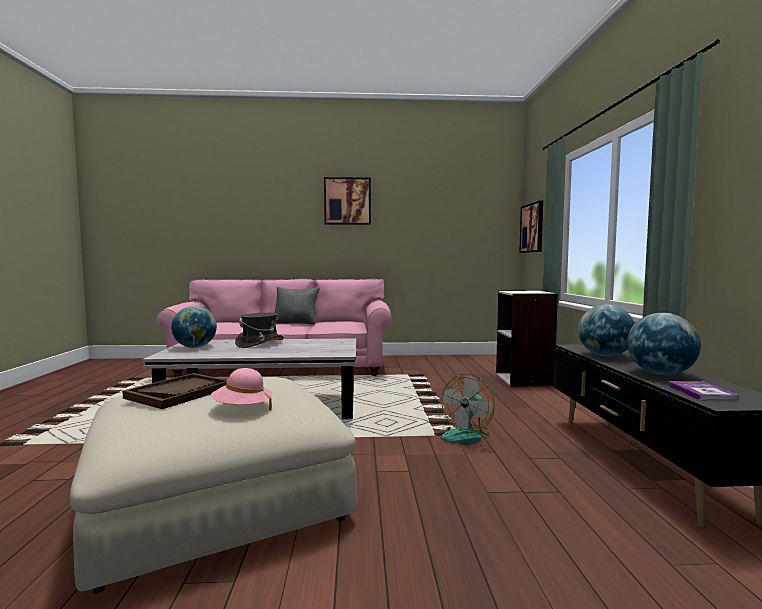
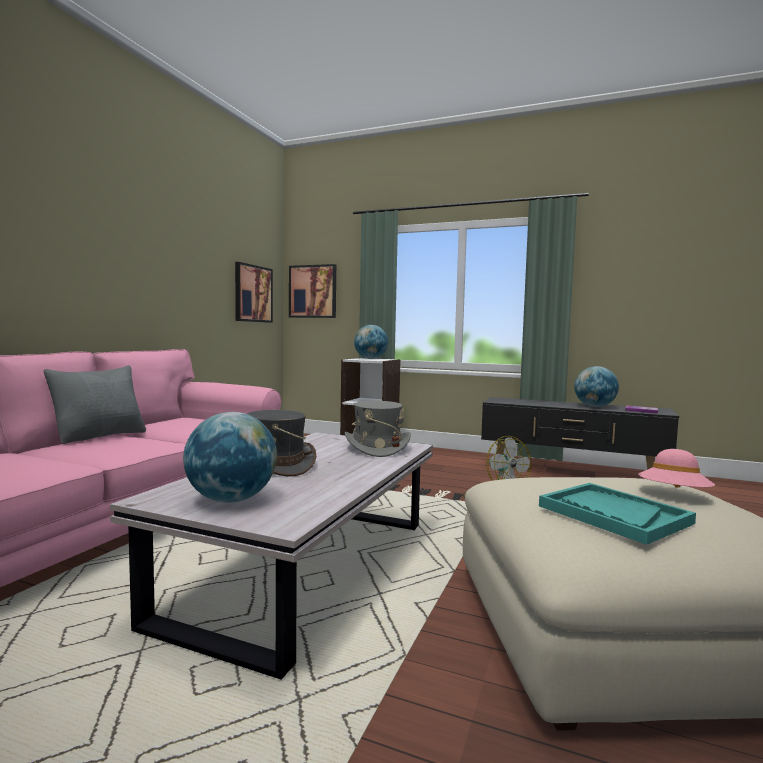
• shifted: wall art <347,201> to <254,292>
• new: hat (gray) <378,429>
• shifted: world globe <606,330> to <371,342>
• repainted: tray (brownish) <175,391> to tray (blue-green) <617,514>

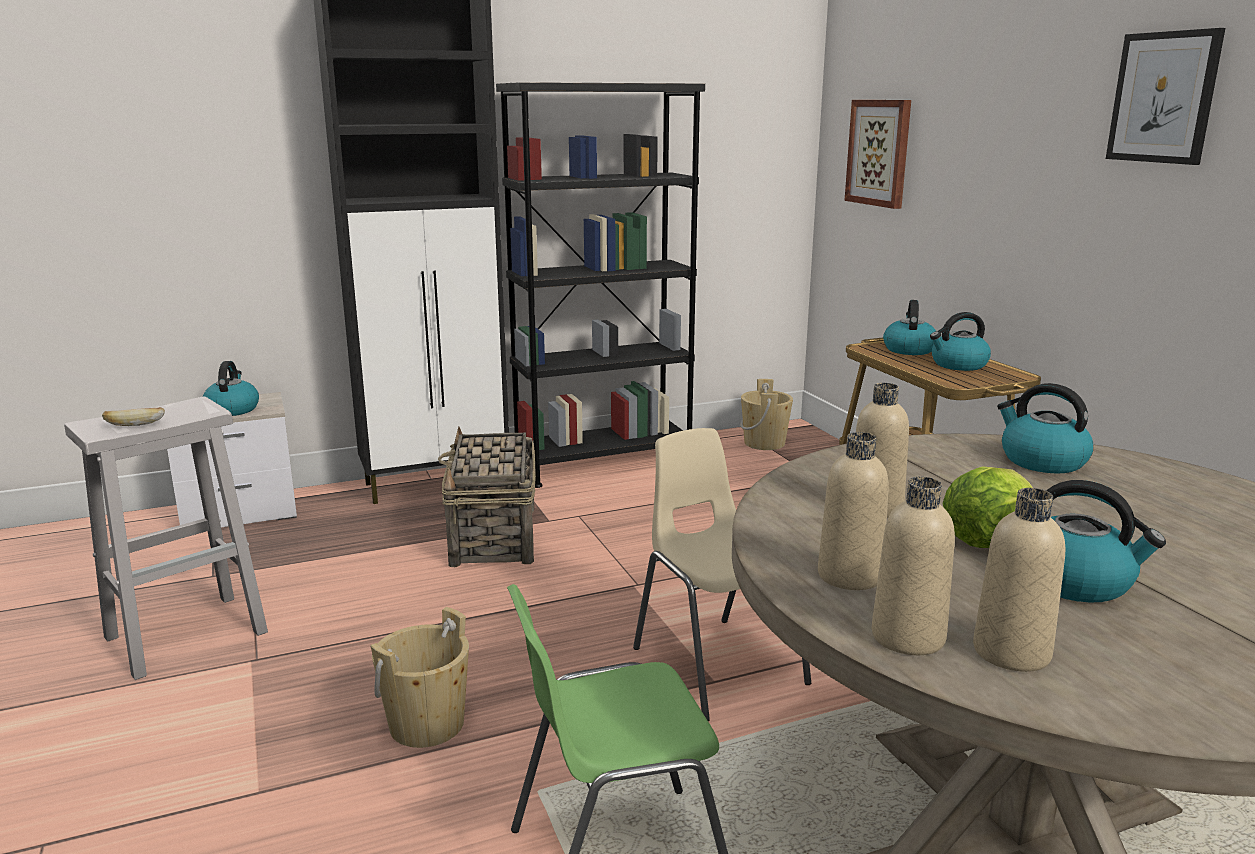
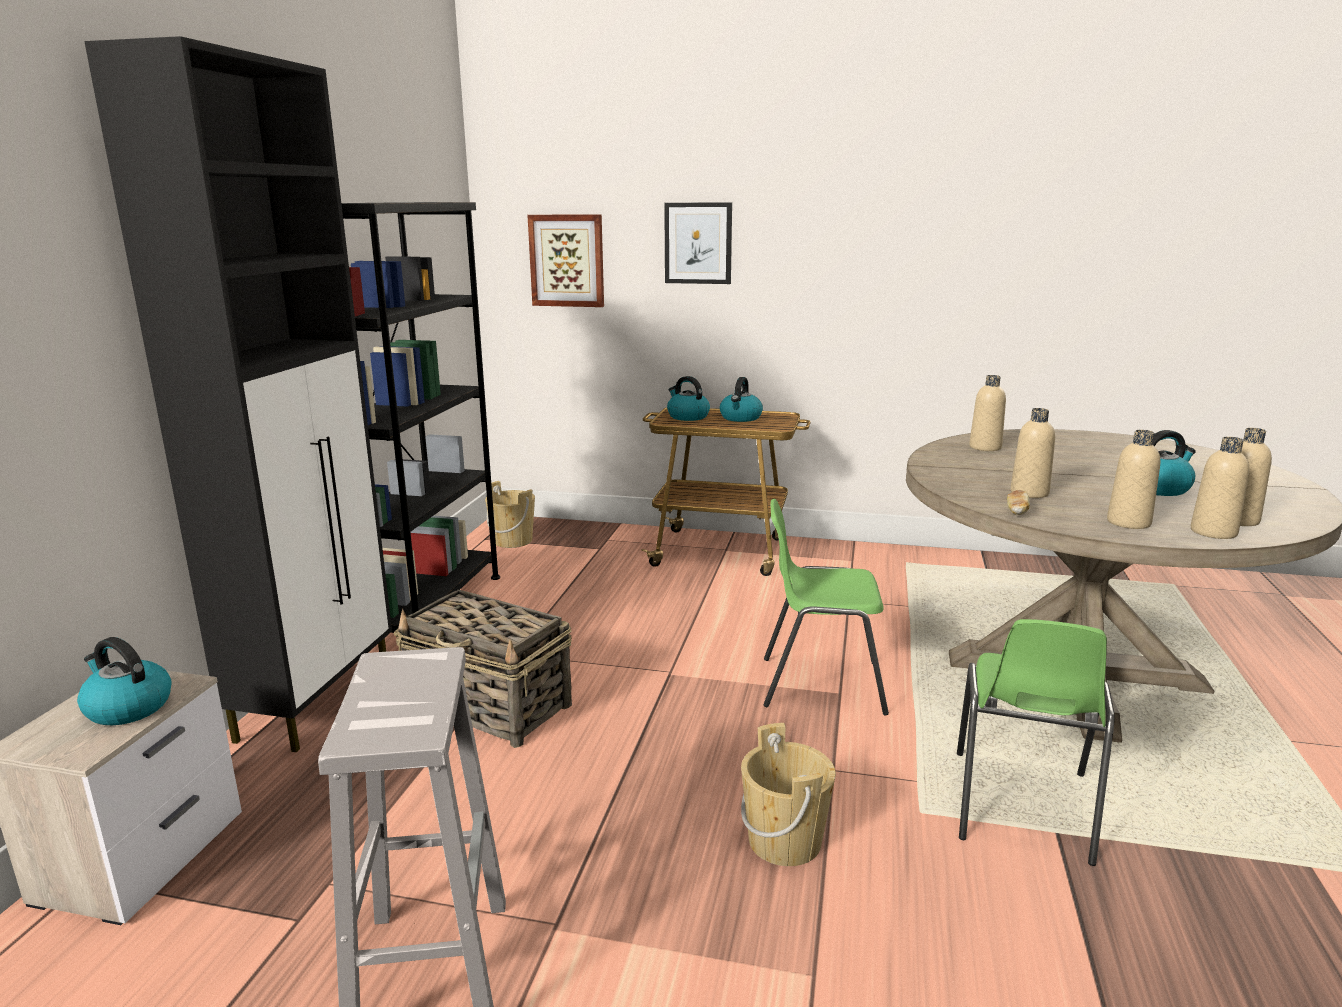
• shifted: wall art <1165,96> to <698,243>
• repainted: plain chair (beige) <722,574> to plain chair (green) <826,607>
• swapped: tea kettle <1045,428> to beverage bottle (beige) <987,413>
• shifted: bakery bread <133,416> to <1018,502>
• gone: lettuce <987,507>

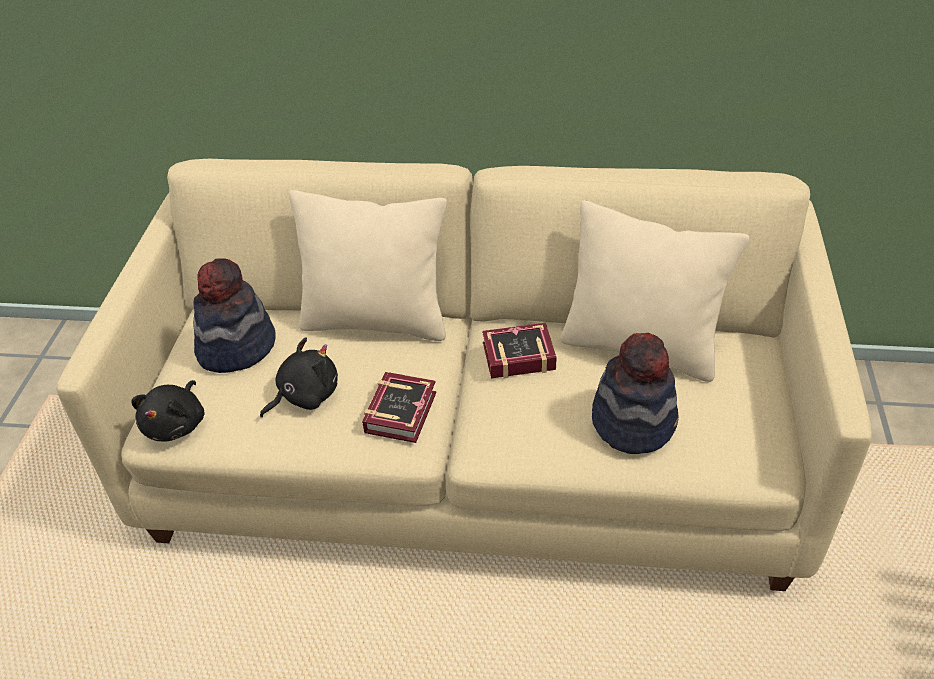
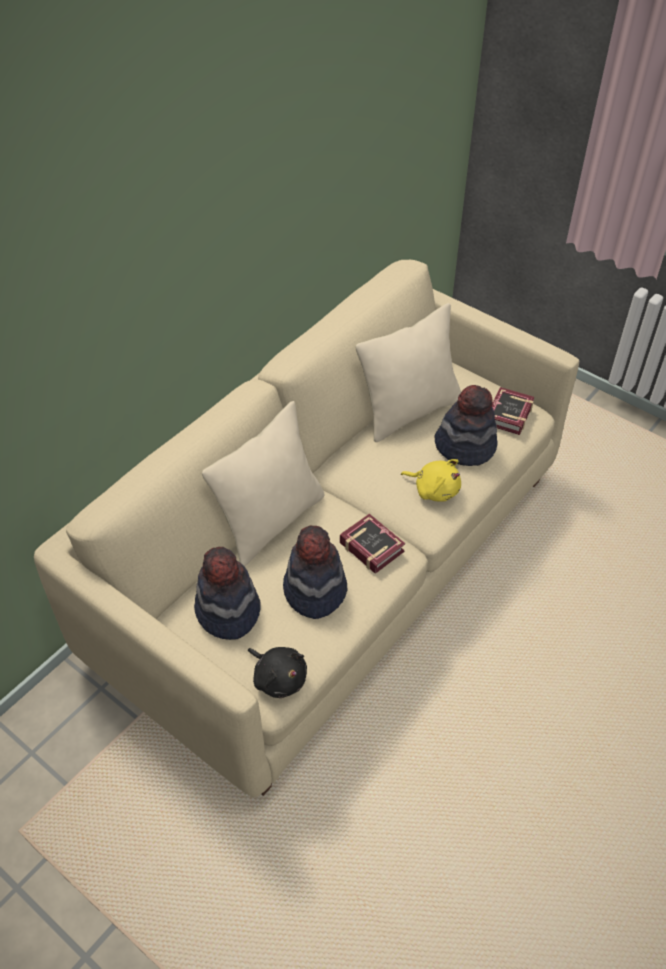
• swapped: plush toy (black-coloured) <299,377> to hat <315,572>
• new: plush toy (yellow) <431,480>
• shifted: bound book <519,351> to <513,411>

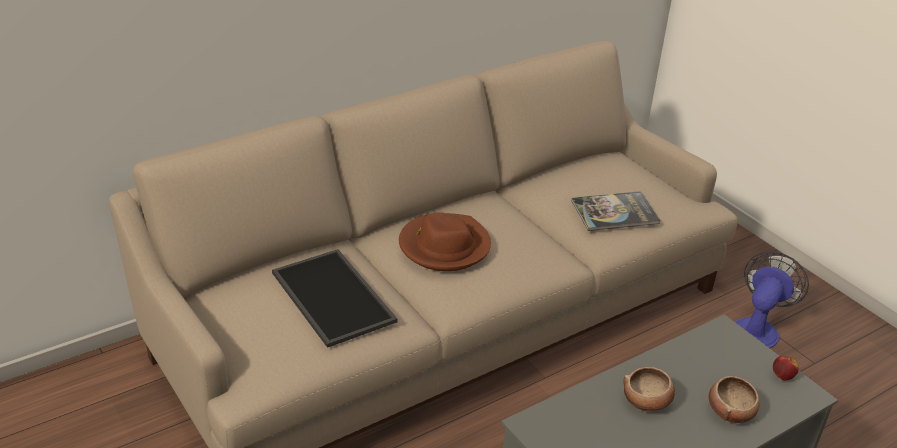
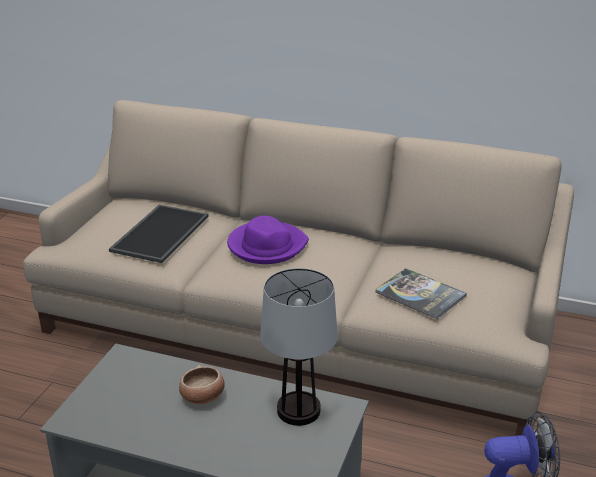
• repainted: hat (brownish) <445,242> to hat (purple) <268,240>
• new: tabletop lamp <299,347>
• gone: bowl <734,399>
• gone: apple <786,368>

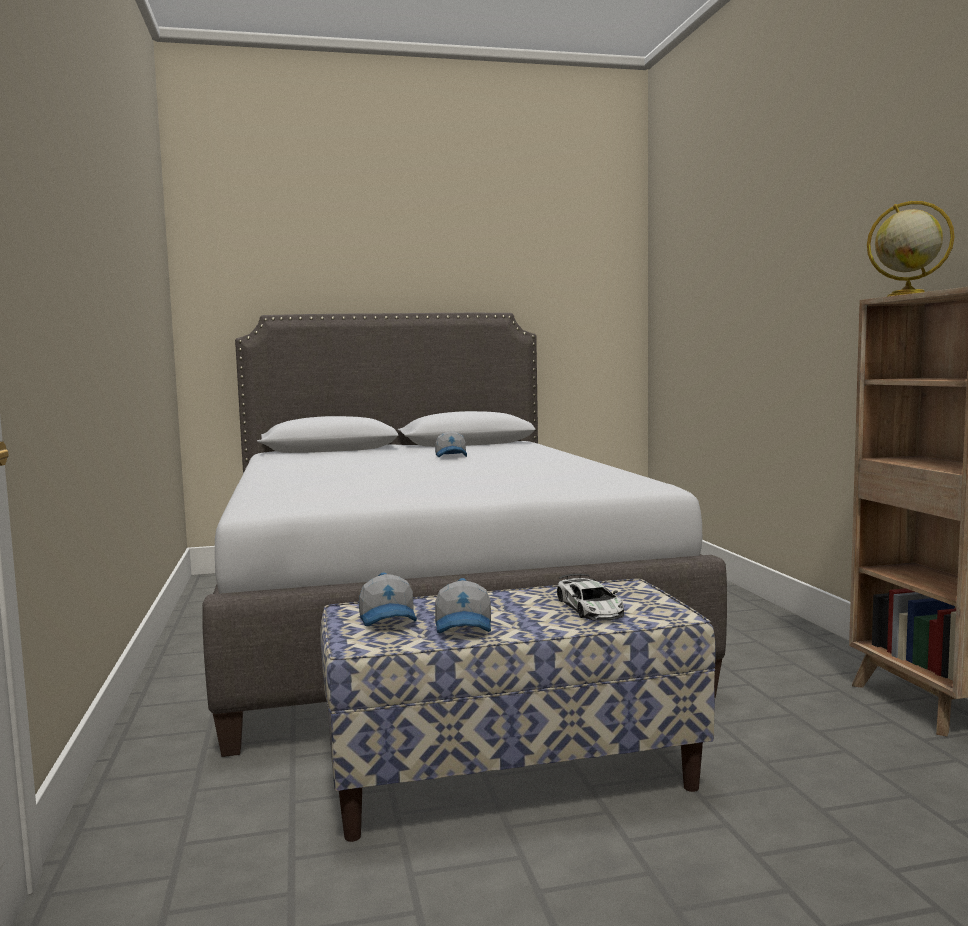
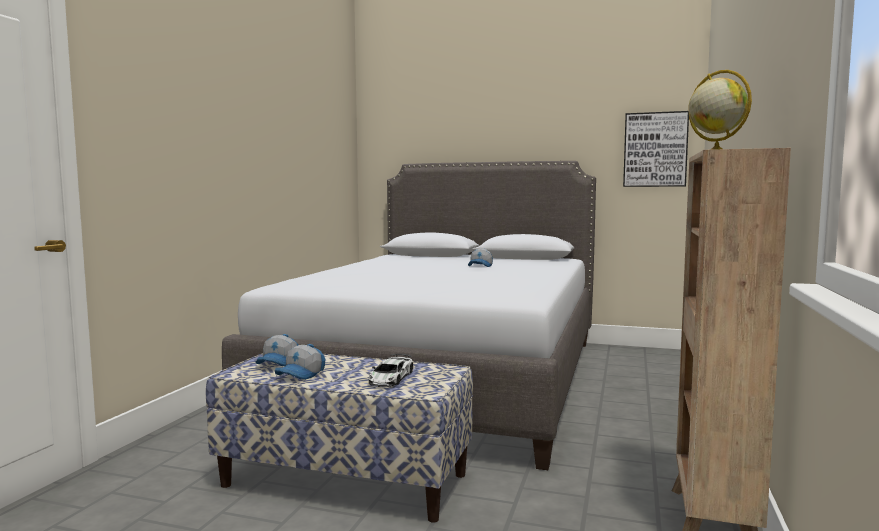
• new: wall art <656,149>

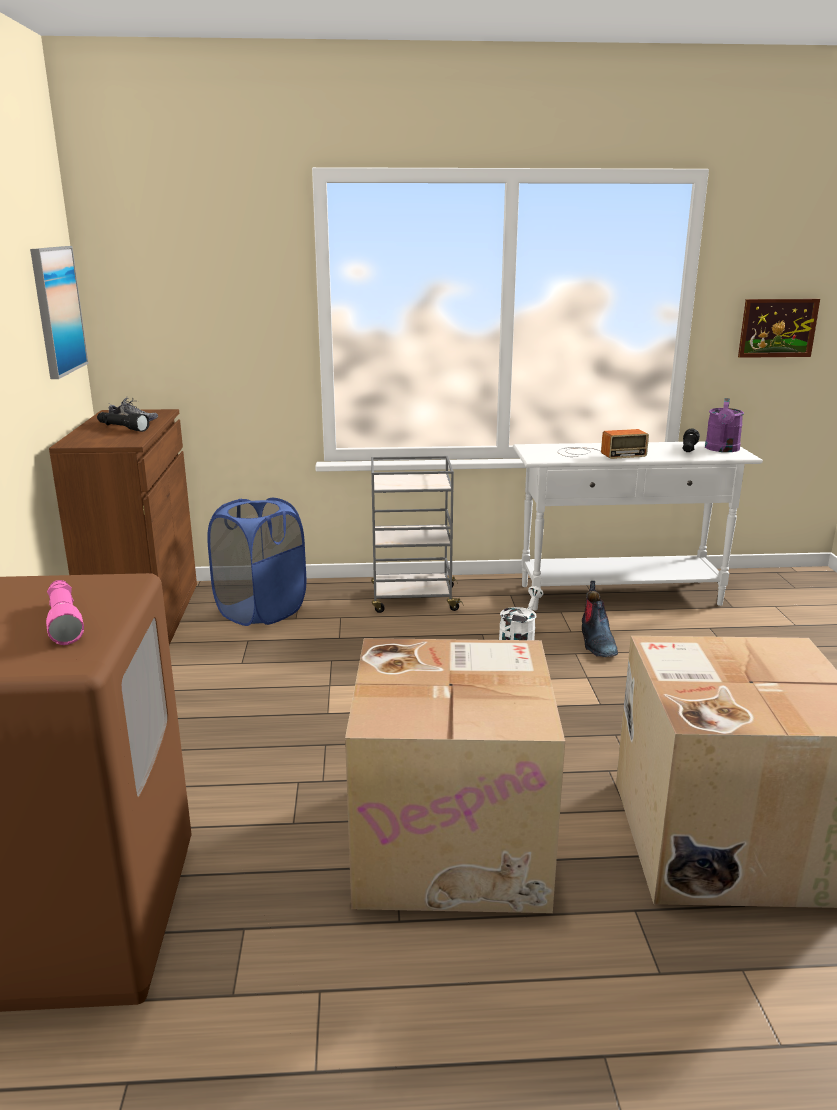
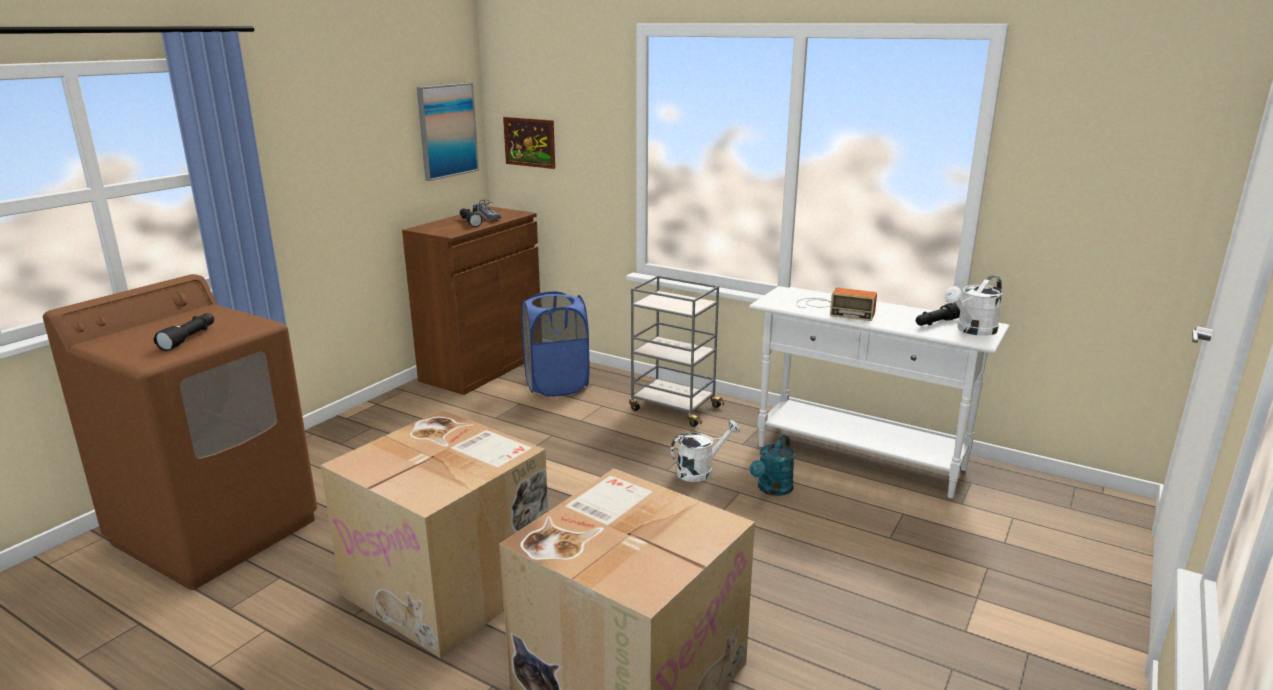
• repainted: torch (pink) <65,612> to torch (black-coloured) <184,332>
• shifted: wall art <779,328> to <529,143>
• swapped: high-top boot <600,619> to watering can (blue-green) <772,465>
• repainted: watering can (purple) <724,425> to watering can (white) <973,305>

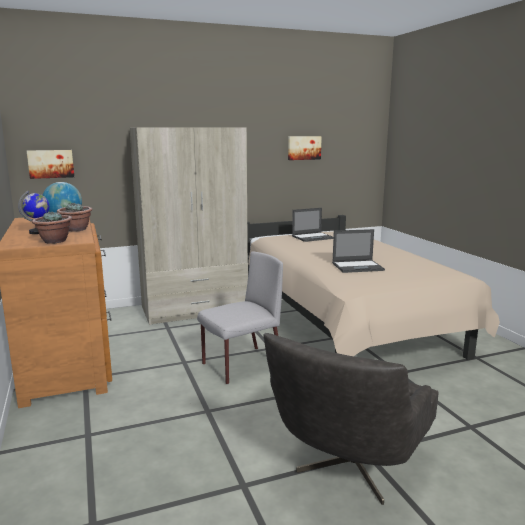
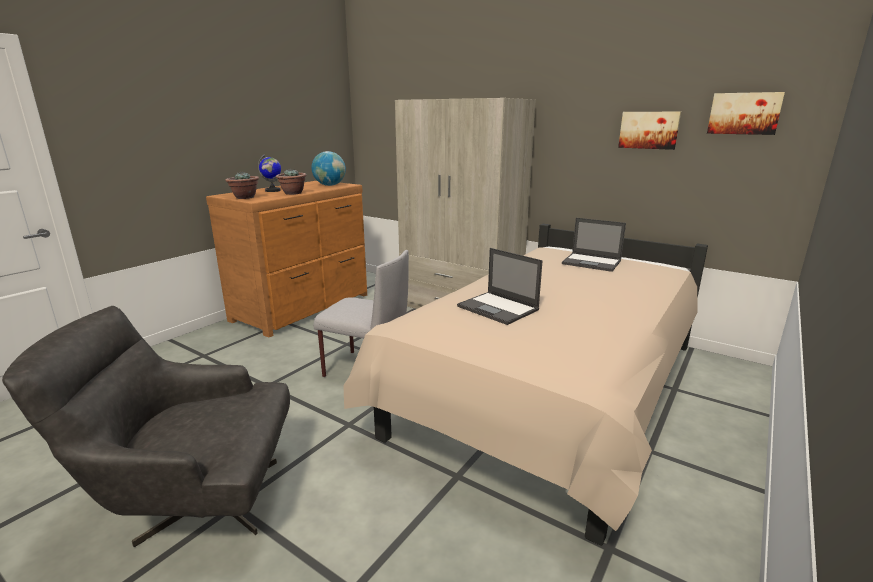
• shifted: wall art <50,164> to <746,113>

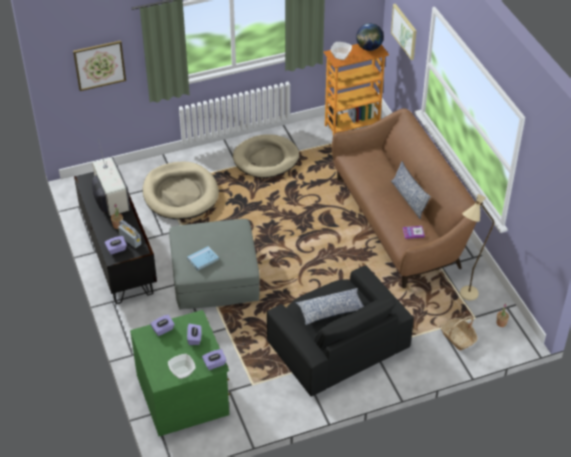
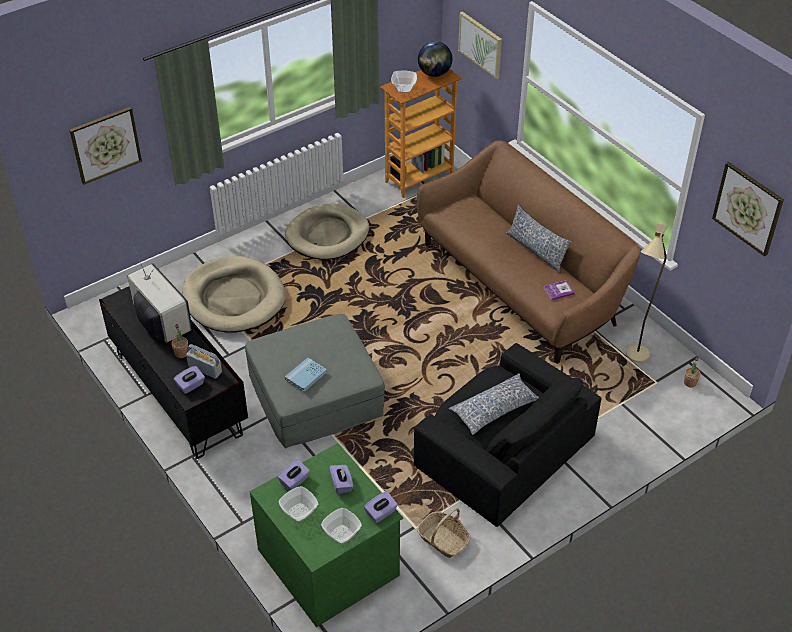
• new: bowl <298,504>
• shifted: household basket <459,333> to <443,533>
• new: wall art <748,209>

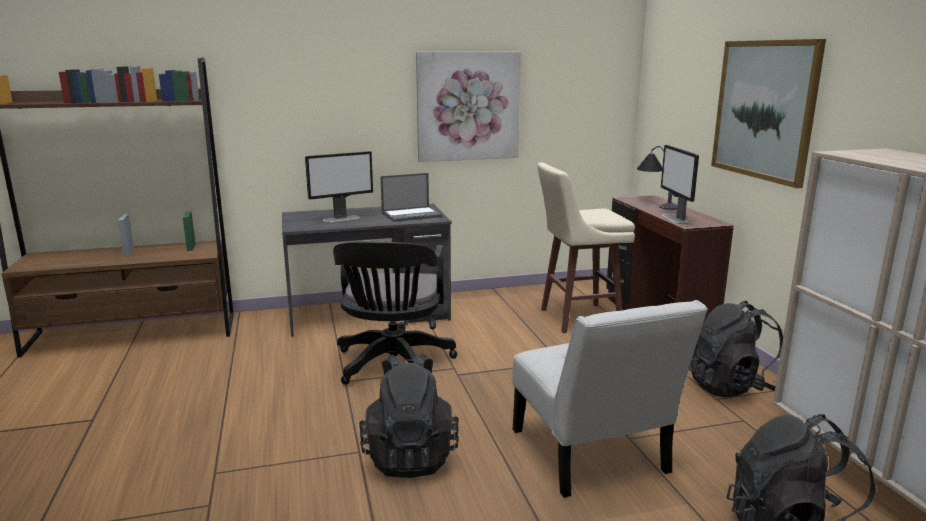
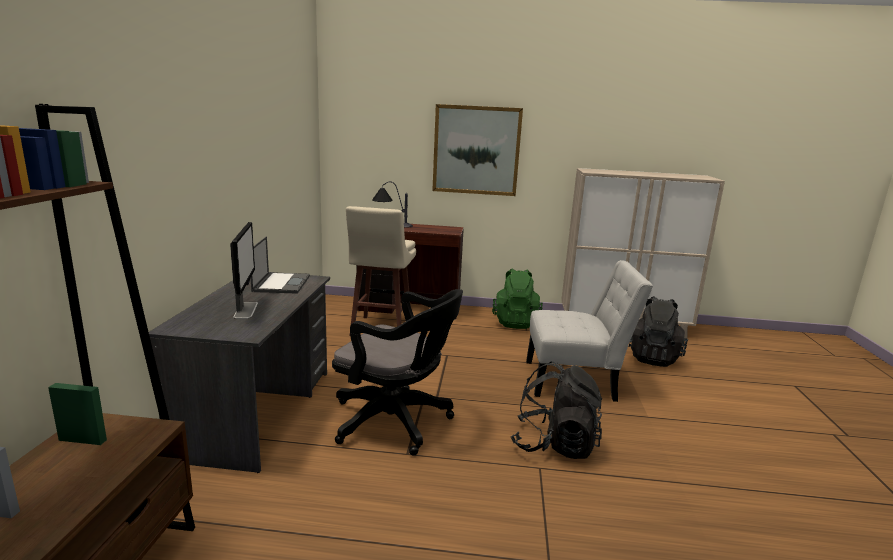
• repainted: backpack (black-coloured) <736,349> to backpack (green) <517,298>
• gone: wall art <468,107>
• gone: computer display <680,184>

